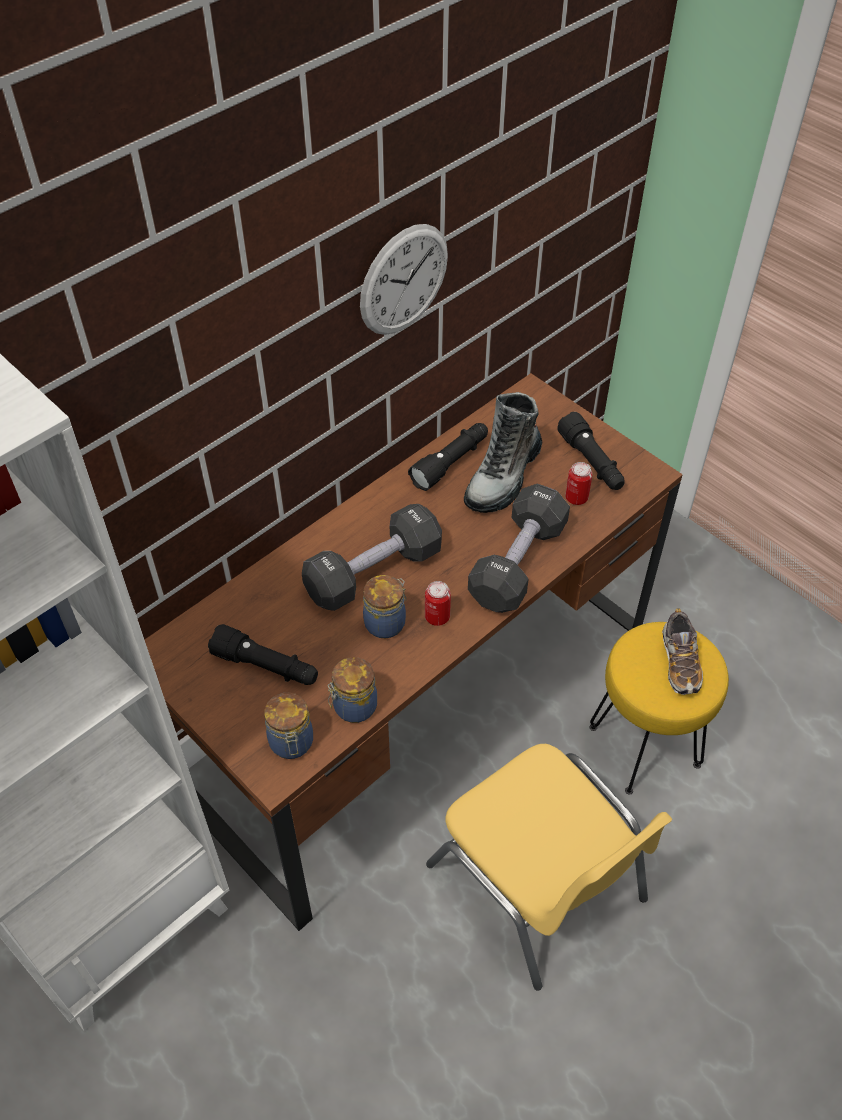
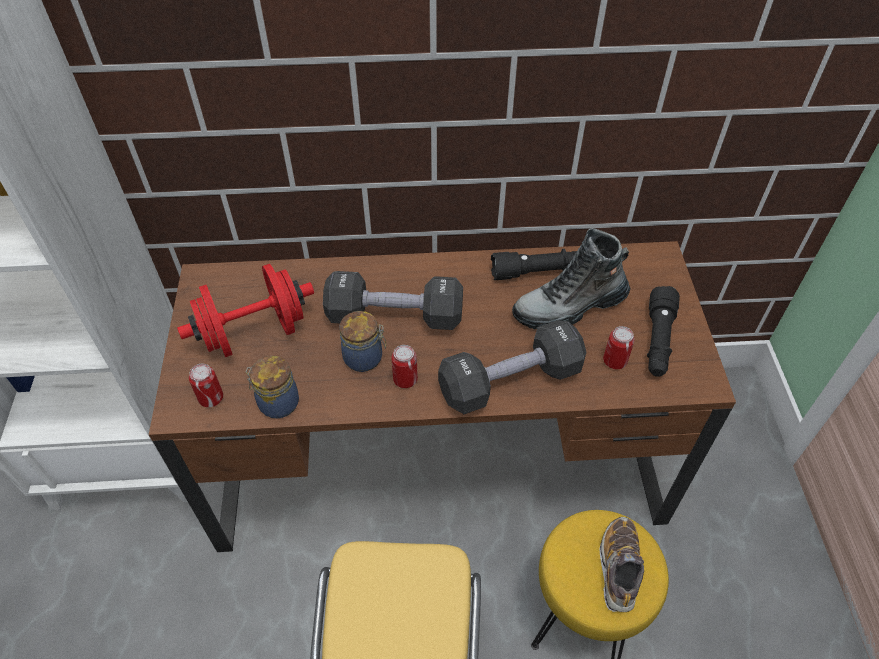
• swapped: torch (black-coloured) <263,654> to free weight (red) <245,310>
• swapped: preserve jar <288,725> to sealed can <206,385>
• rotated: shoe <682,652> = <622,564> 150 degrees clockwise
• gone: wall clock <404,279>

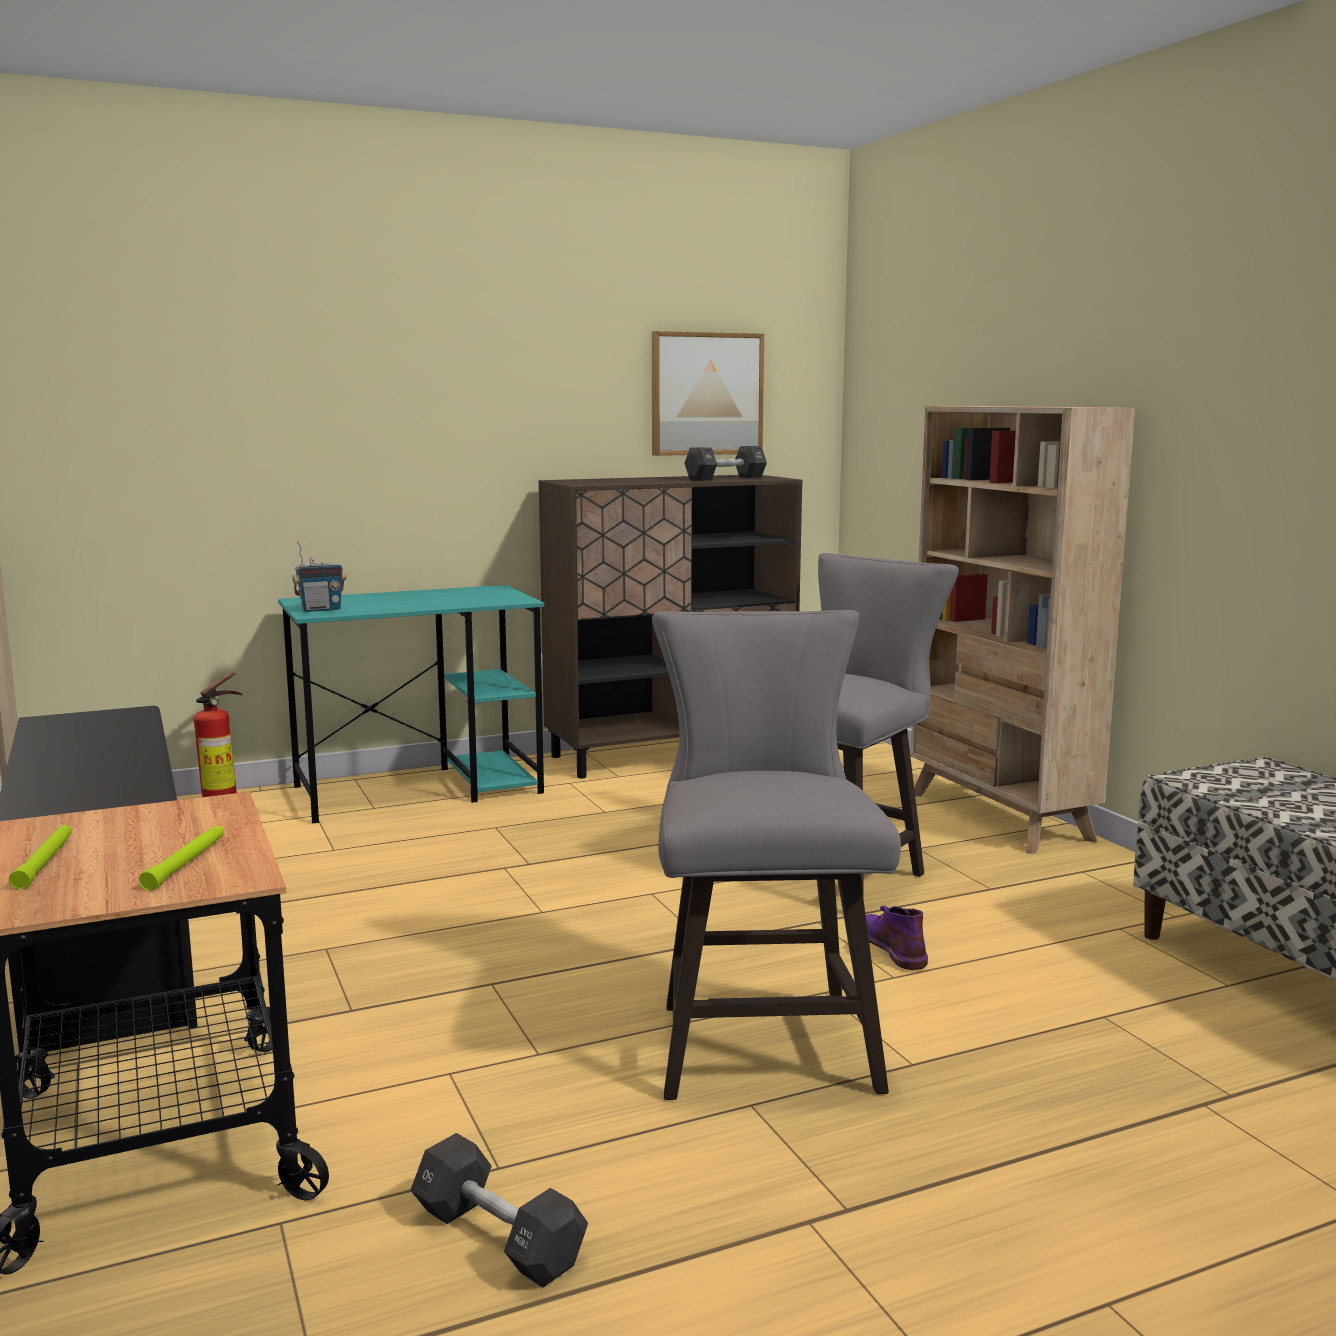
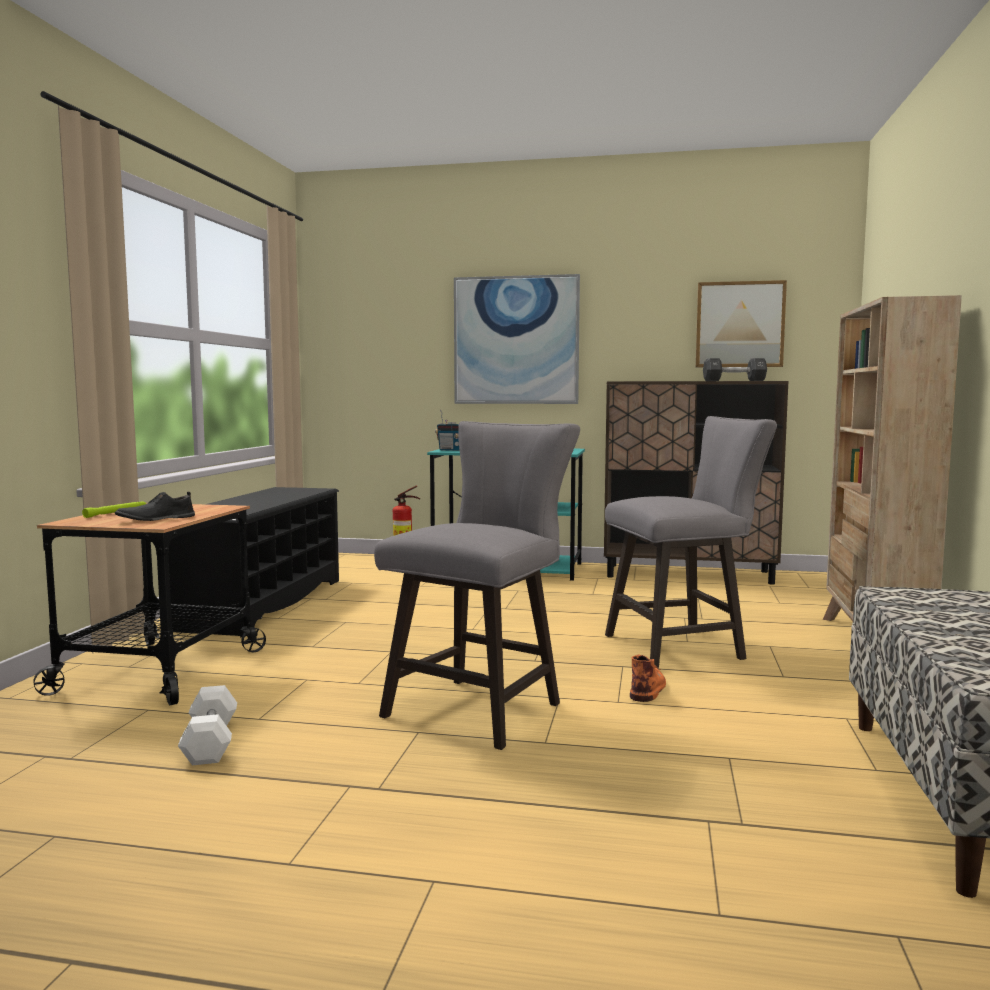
• swapped: torch (green) <181,858> to shoe (black-coloured) <155,506>
• repainted: free weight (black-coloured) <499,1210> to free weight (white) <207,725>
• new: wall art <517,339>
• repainted: high-top boot (purple) <897,937> to high-top boot (orange-coloured) <648,678>

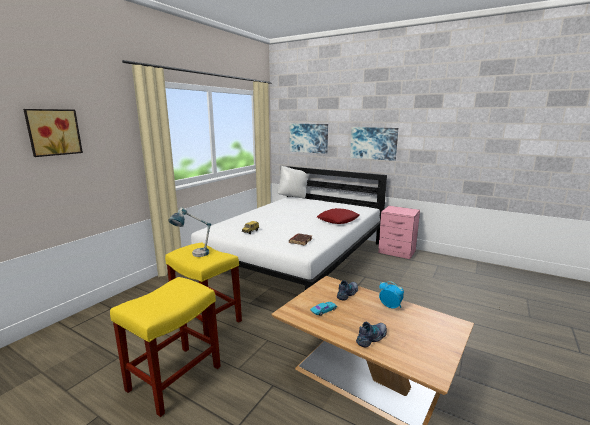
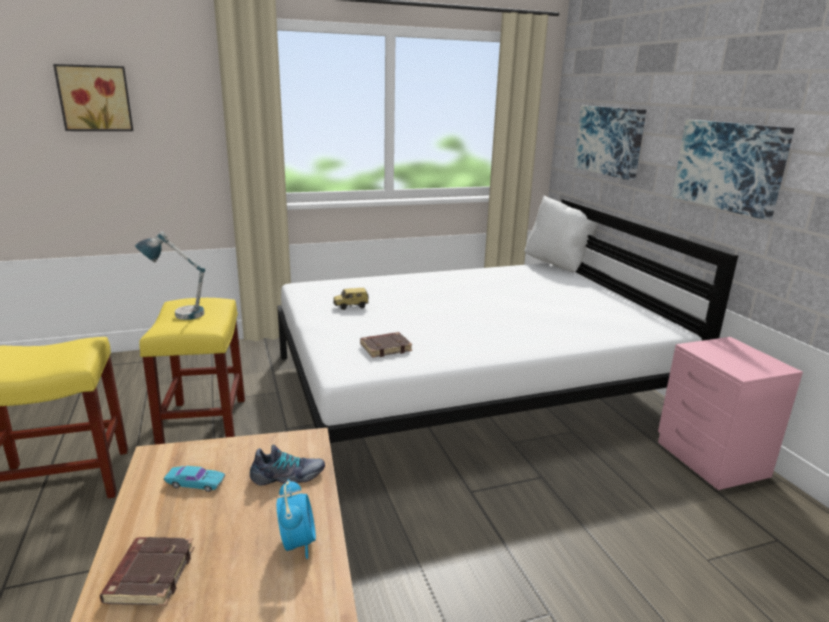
• swapped: shoe <371,335> to bound book (brownish) <147,571>
• gone: cushion (red) <338,216>

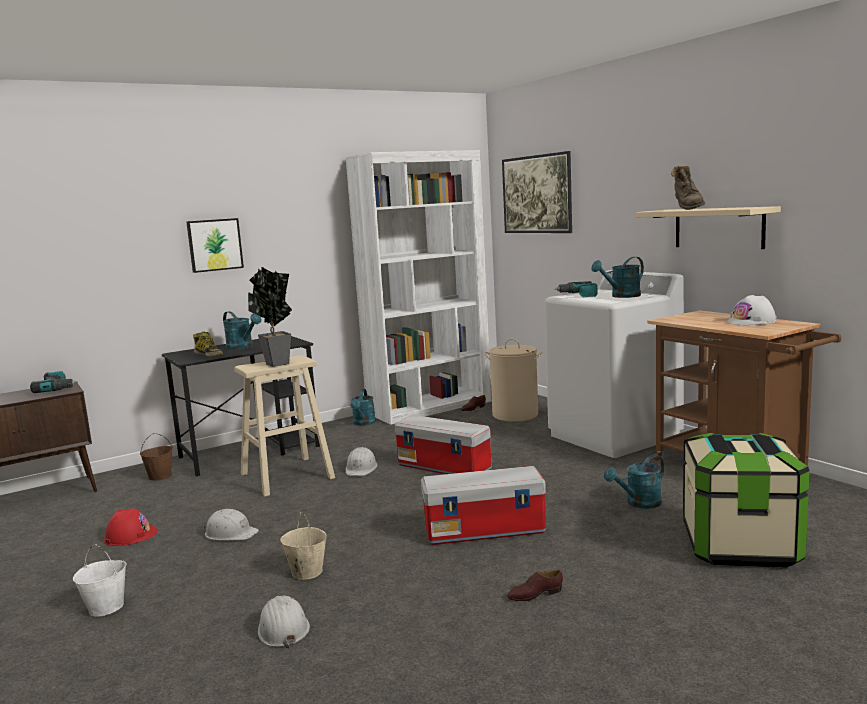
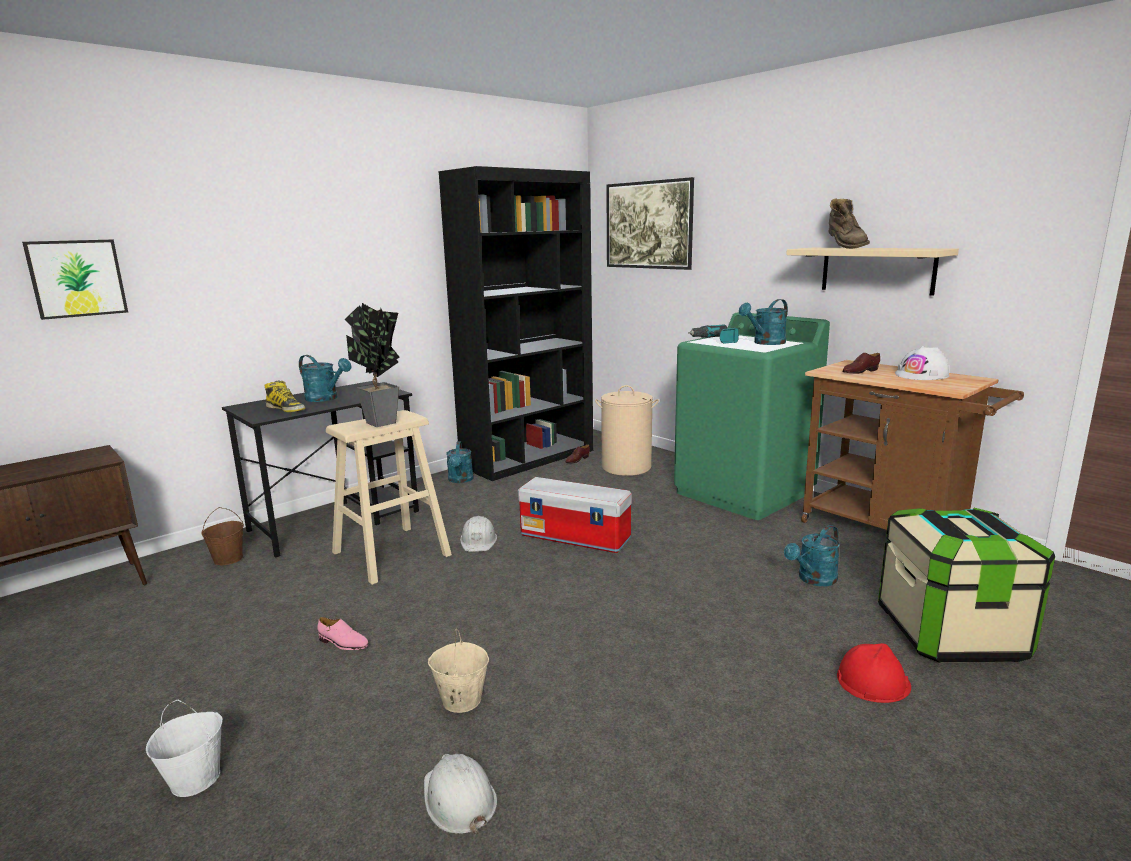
• shifted: wall art <215,245> to <75,280>
• swapped: hard hat (white) <231,525> to shoe (pink) <343,633>
• repainted: shelving unit (white) <418,287> to shelving unit (black-coloured) <516,323>
• repainted: laundry appliance (white) <614,364> to laundry appliance (green) <752,416>
• shifted: hard hat (red) <130,527> to <874,673>
• shifted: shoe (brownish) <535,585> to <861,363>
• gone: drill <54,382>
• gone: storage container <483,505>

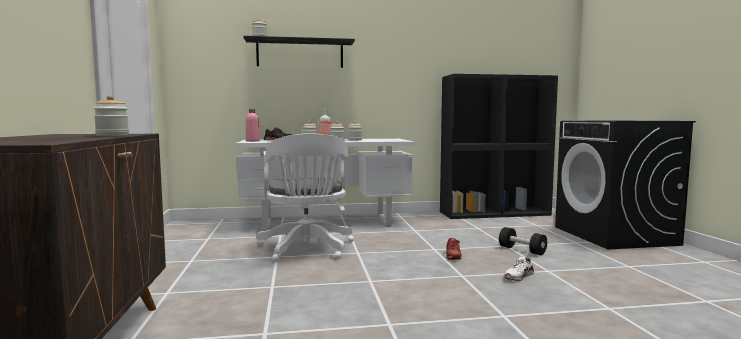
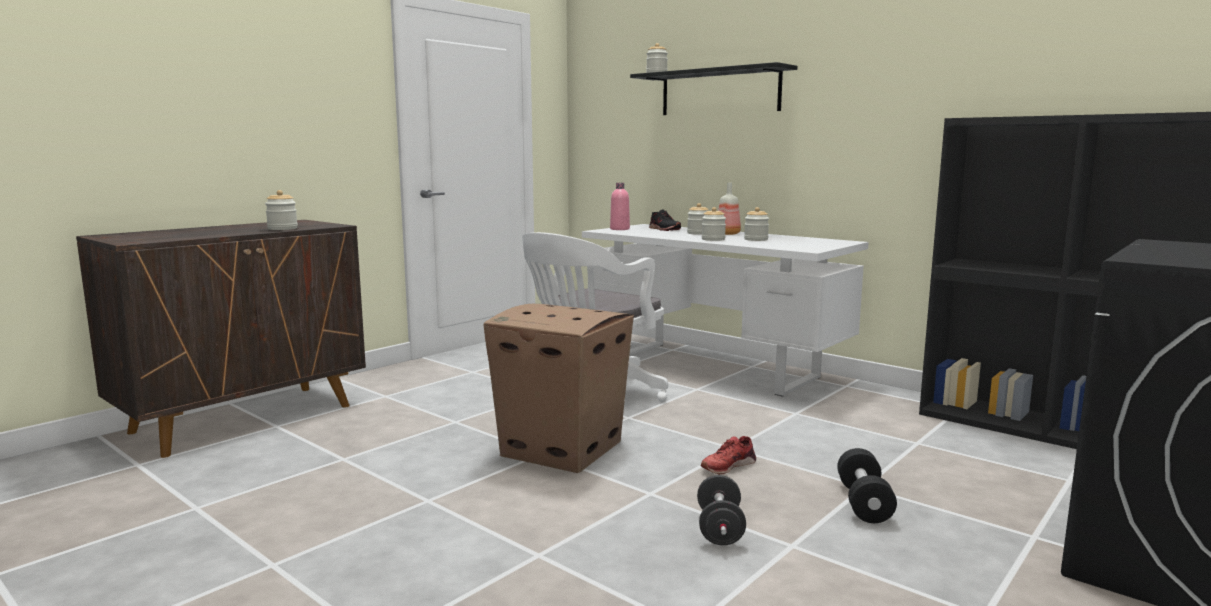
• new: packing box <558,388>
• swapped: shoe (white) <519,269> to free weight (black-coloured) <721,510>

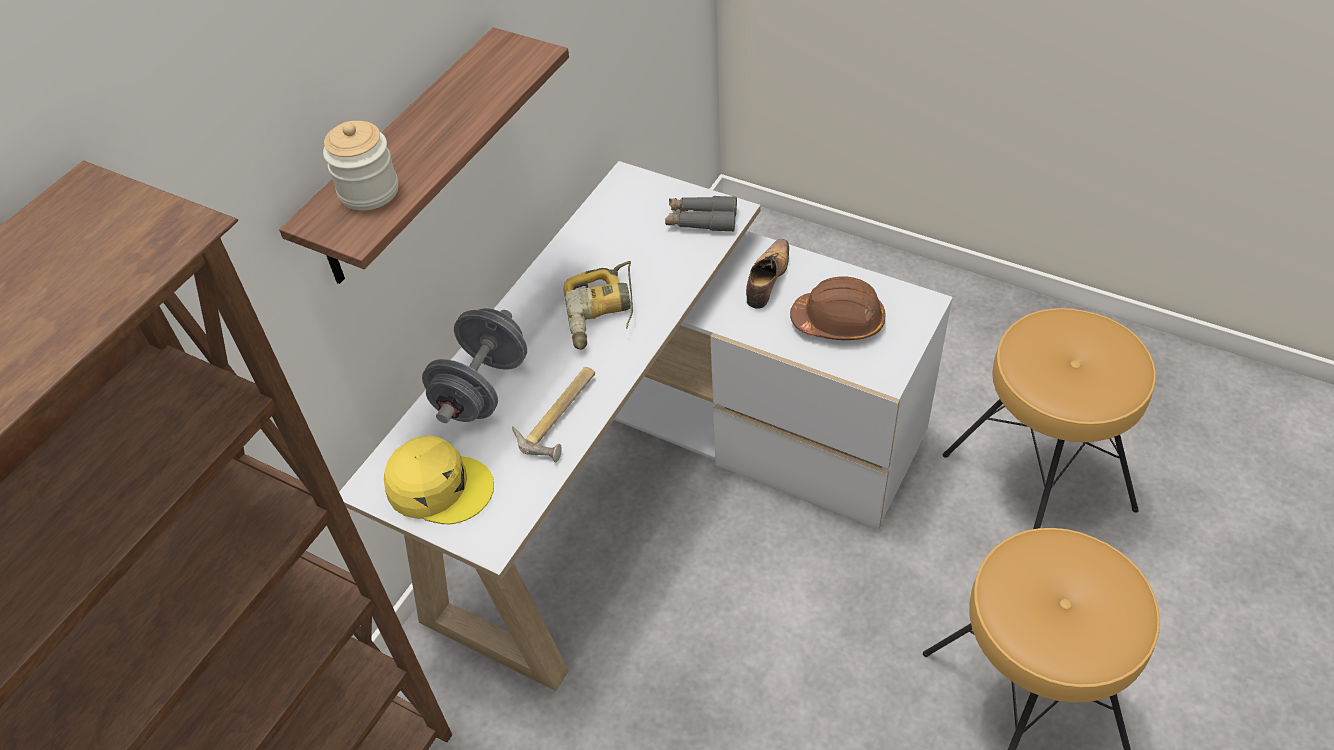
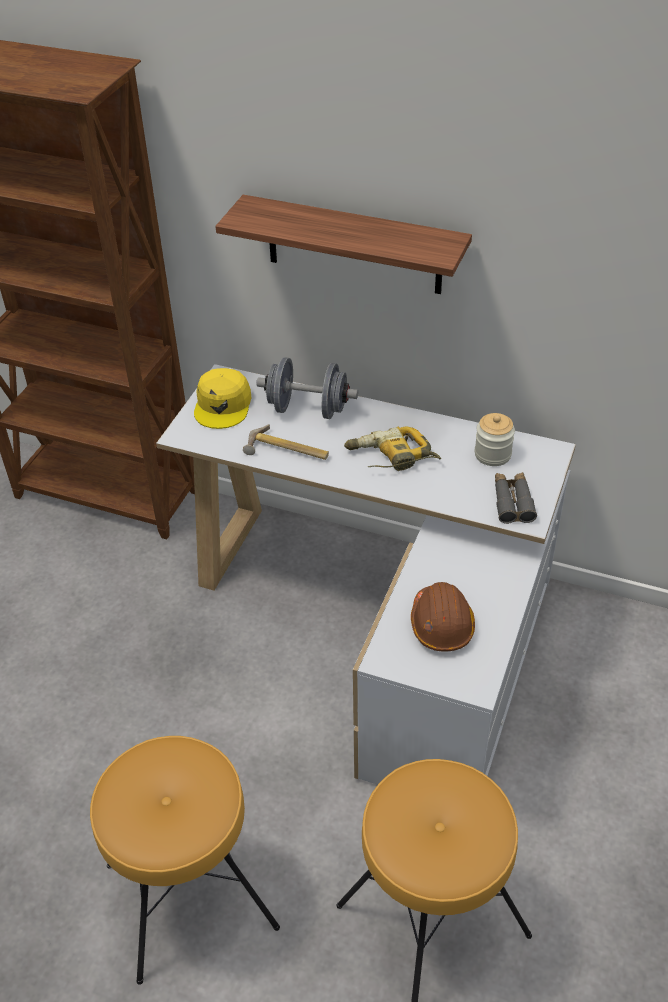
• shifted: preserve jar <360,166> to <495,439>
• gone: shoe <767,274>

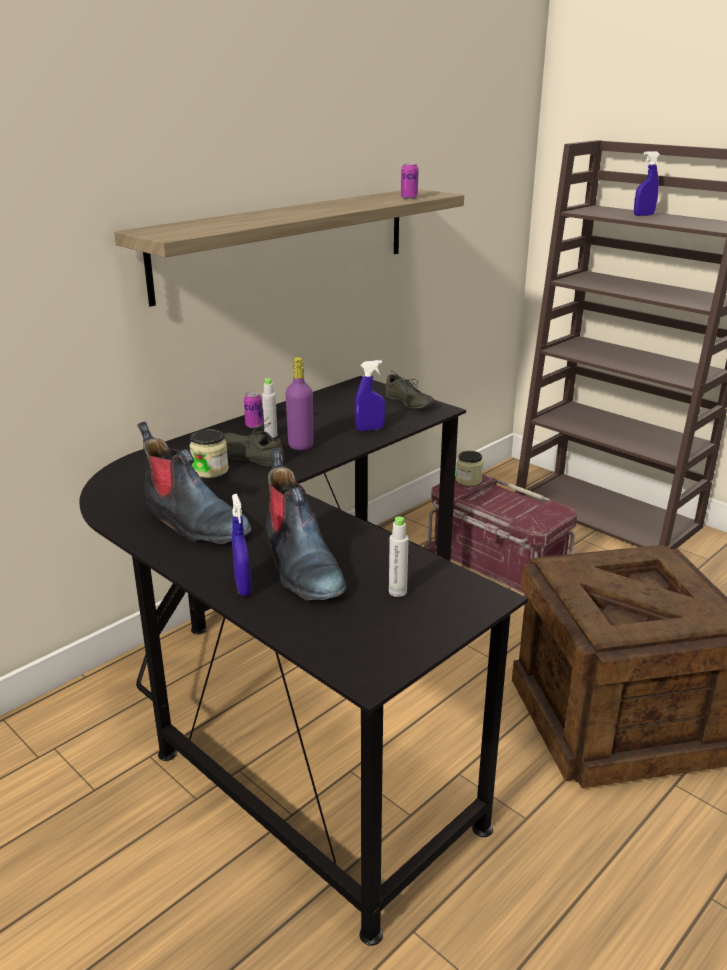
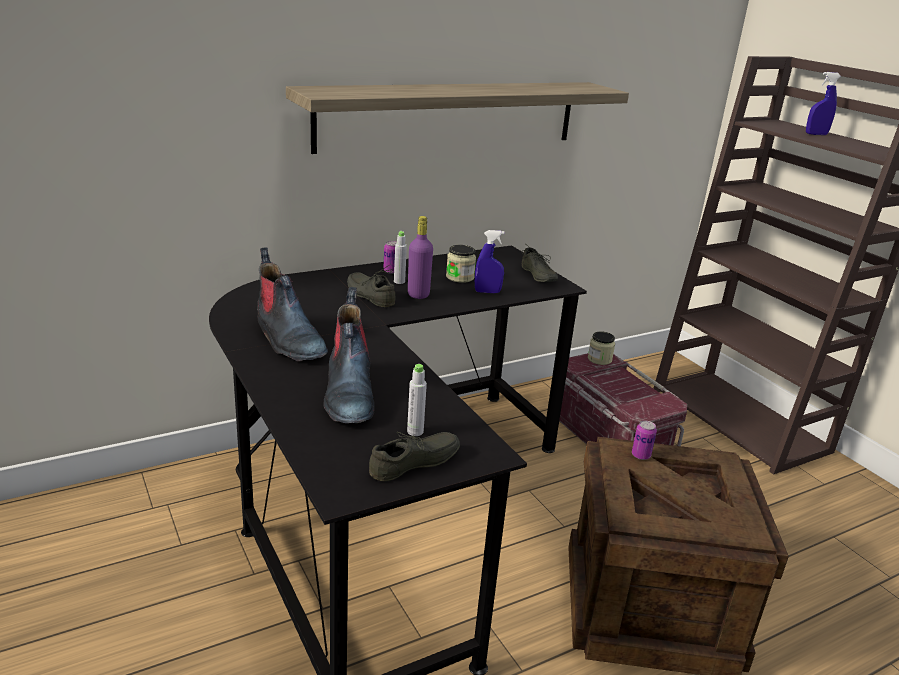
• new: shoe (gray) <414,456>
• shifted: preserve jar <209,453> to <461,264>
• shifted: sealed can <410,181> to <644,440>
• gone: sprayer (blue) <242,545>

